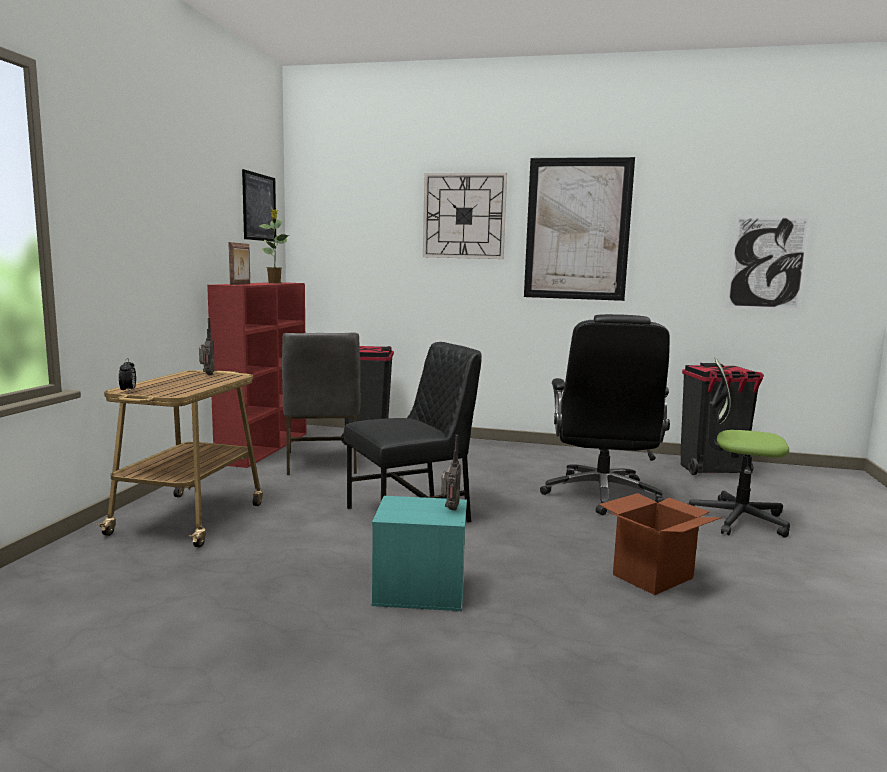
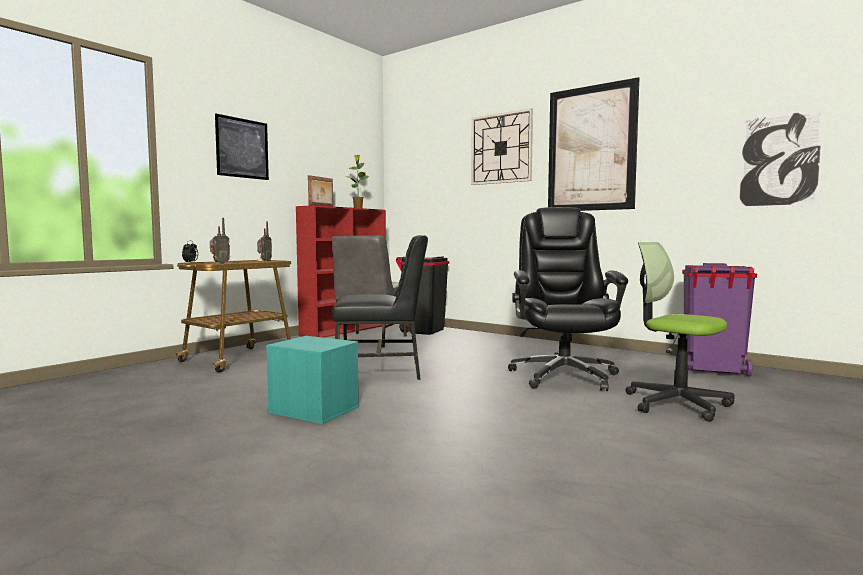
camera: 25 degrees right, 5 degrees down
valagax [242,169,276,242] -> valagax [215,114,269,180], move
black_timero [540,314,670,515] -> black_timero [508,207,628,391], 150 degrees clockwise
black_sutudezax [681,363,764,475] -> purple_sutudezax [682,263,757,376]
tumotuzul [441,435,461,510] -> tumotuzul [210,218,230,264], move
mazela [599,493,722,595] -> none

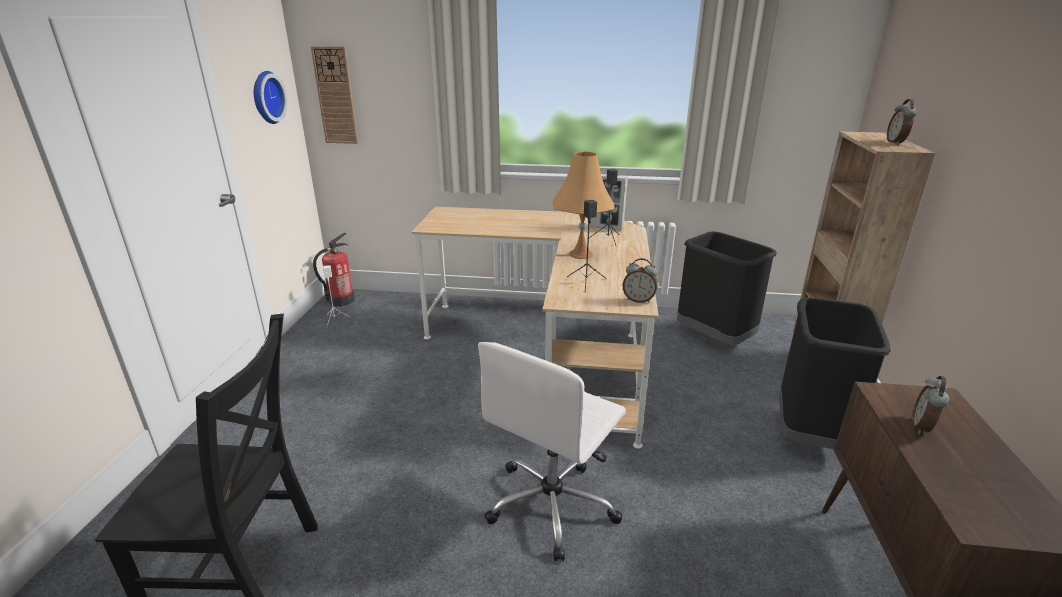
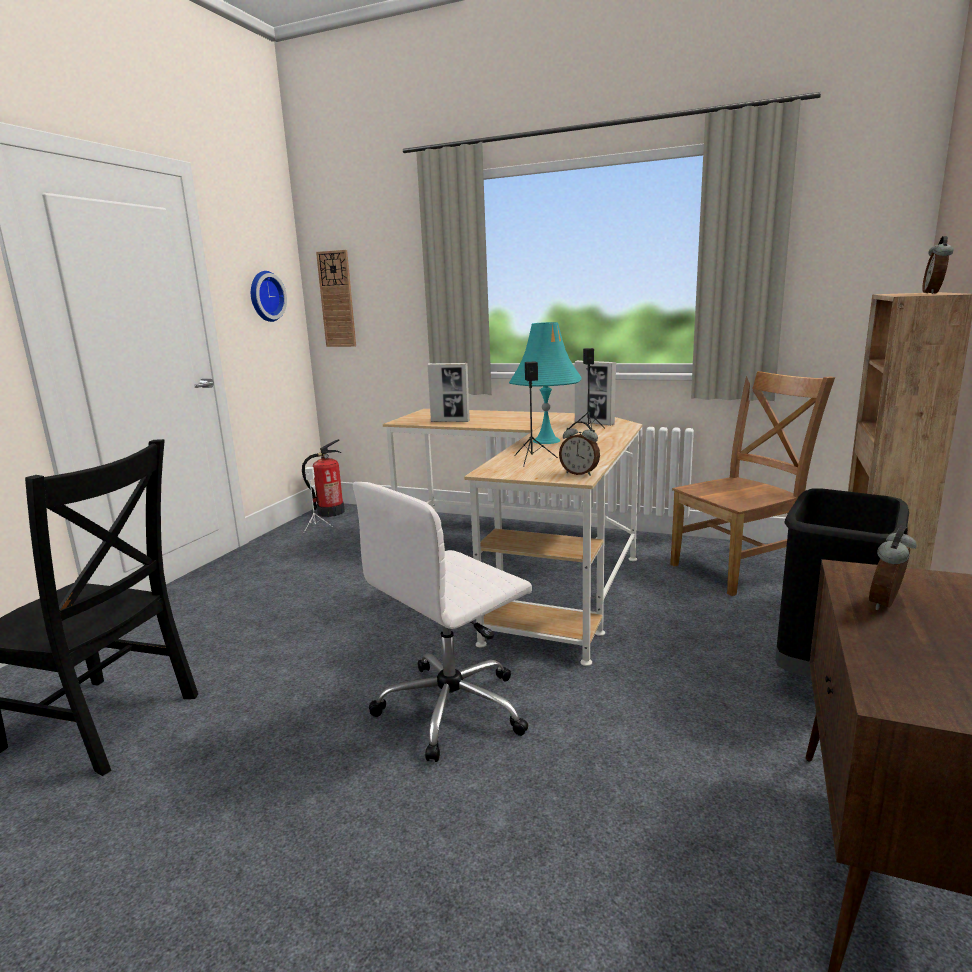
camera: 15 degrees right, 10 degrees down
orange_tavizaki [553,152,615,259] -> turquoise_tavizaki [509,322,582,444]
black_sutudezax [677,231,777,345] -> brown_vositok [670,371,835,596]
none -> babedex [427,363,470,422]

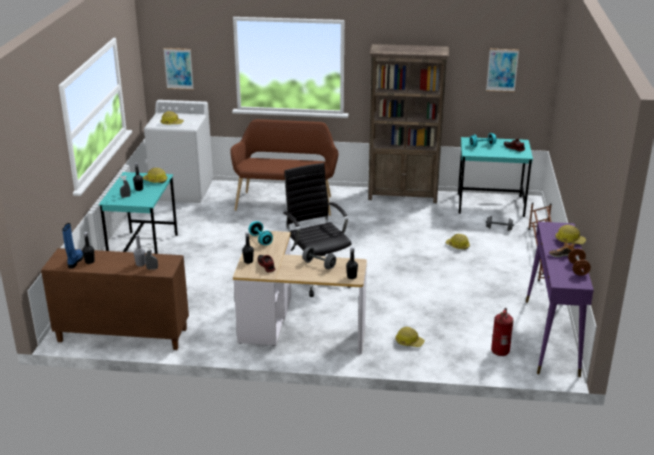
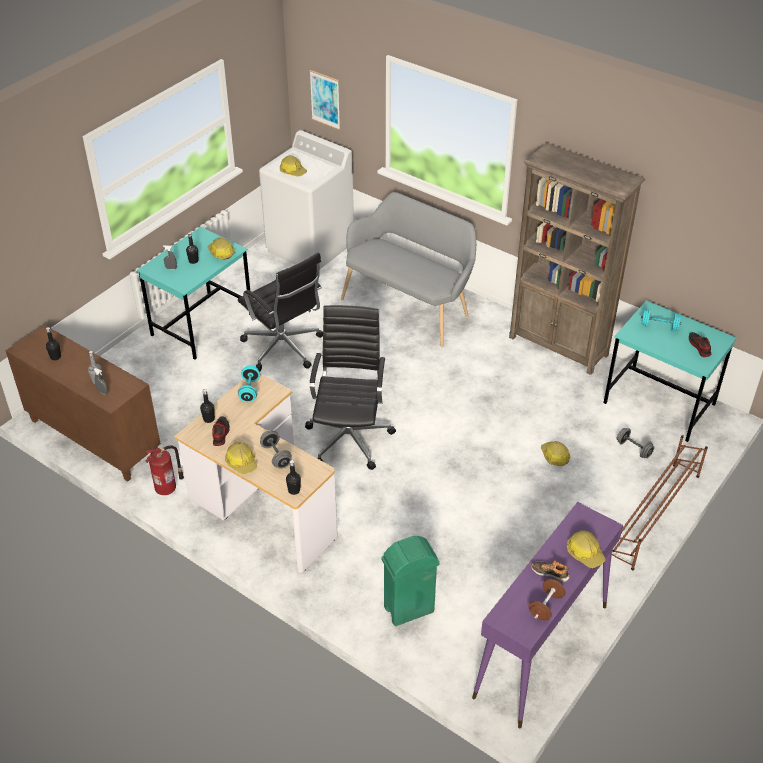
camera: 30 degrees right, 15 degrees up
valagax [486,49,519,92] -> none
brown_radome [230,119,339,216] -> grey_radome [341,192,476,347]
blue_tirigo [62,223,83,269] -> none
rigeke [491,308,513,356] -> rigeke [146,446,184,495], move
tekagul [395,327,425,347] -> tekagul [225,442,257,474], move
none -> black_timero [238,252,323,371]
none -> green_sutudezax [382,536,440,626]

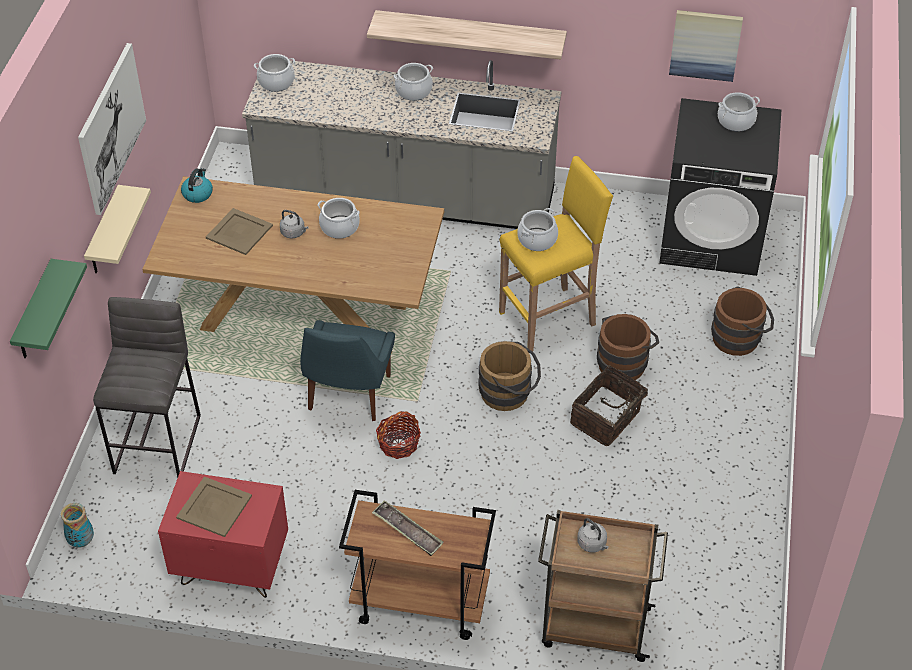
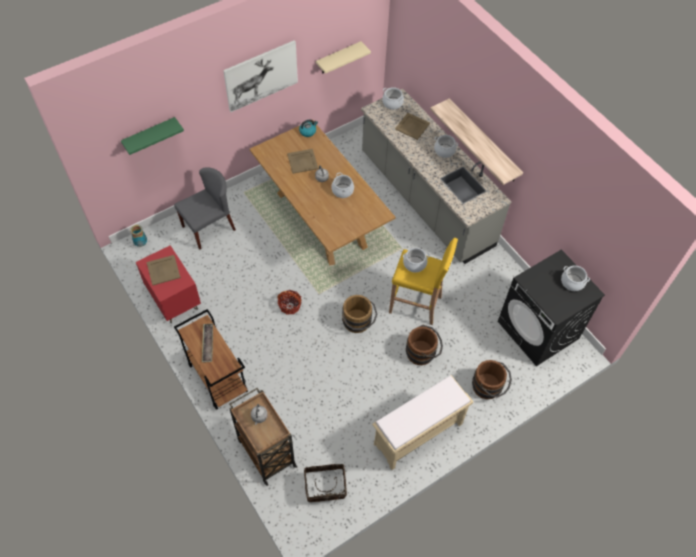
camera: 45 degrees right, 10 degrees up
valagax [669,10,743,82] -> none
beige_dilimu [84,185,151,273] -> beige_dilimu [316,41,371,74], move
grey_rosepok [93,297,201,478] -> grey_vositok [174,167,236,250]
blue_vositok [300,320,395,421] -> none
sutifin [570,366,656,446] -> sutifin [304,464,347,504], move
none -> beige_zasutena [395,113,430,140]
none -> beige_radome [372,375,473,470]

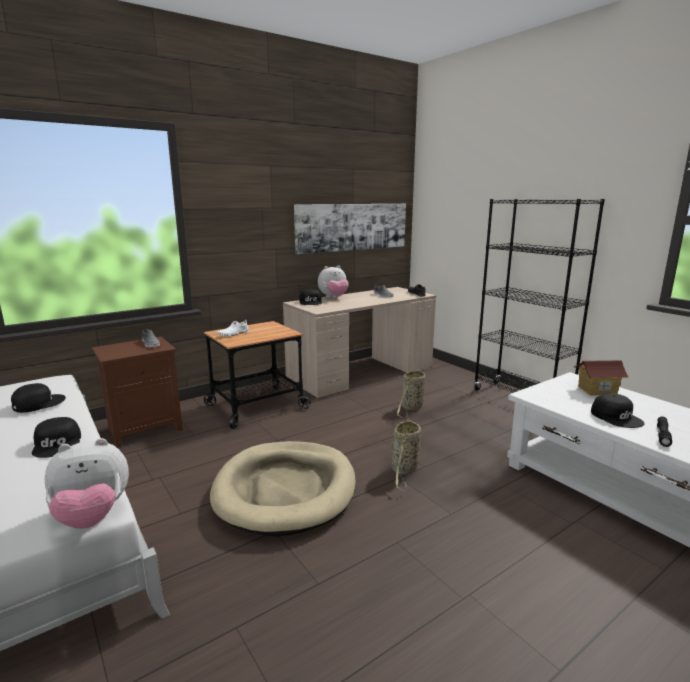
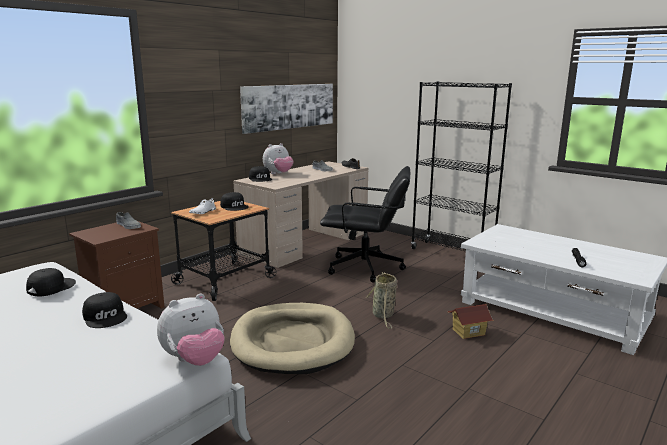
camera: 15 degrees left, 0 degrees up
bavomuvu [573,360,629,395] -> bavomuvu [447,304,493,339], move
sutifin [397,369,426,418] -> black_timero [320,166,410,283]
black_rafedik [591,393,645,428] -> black_rafedik [220,192,249,211], move

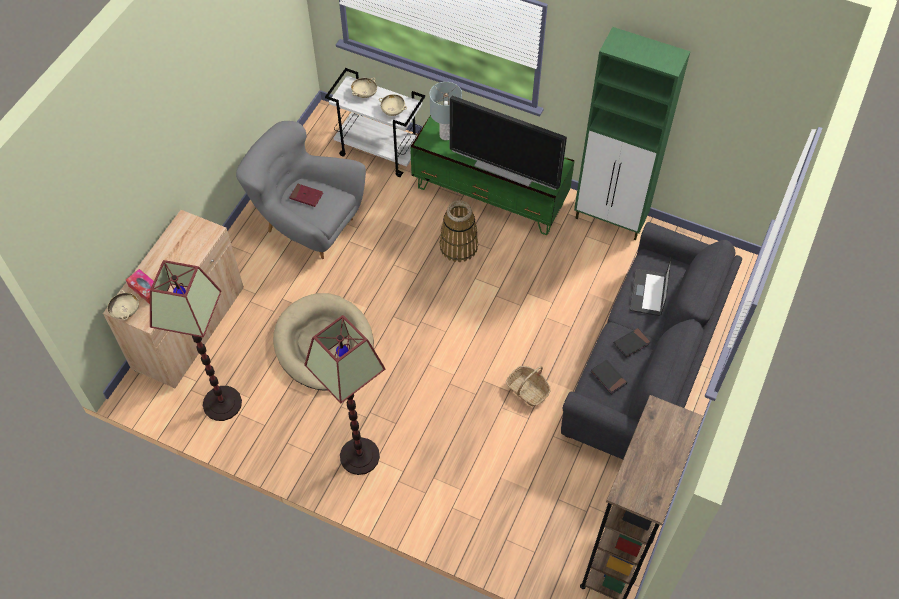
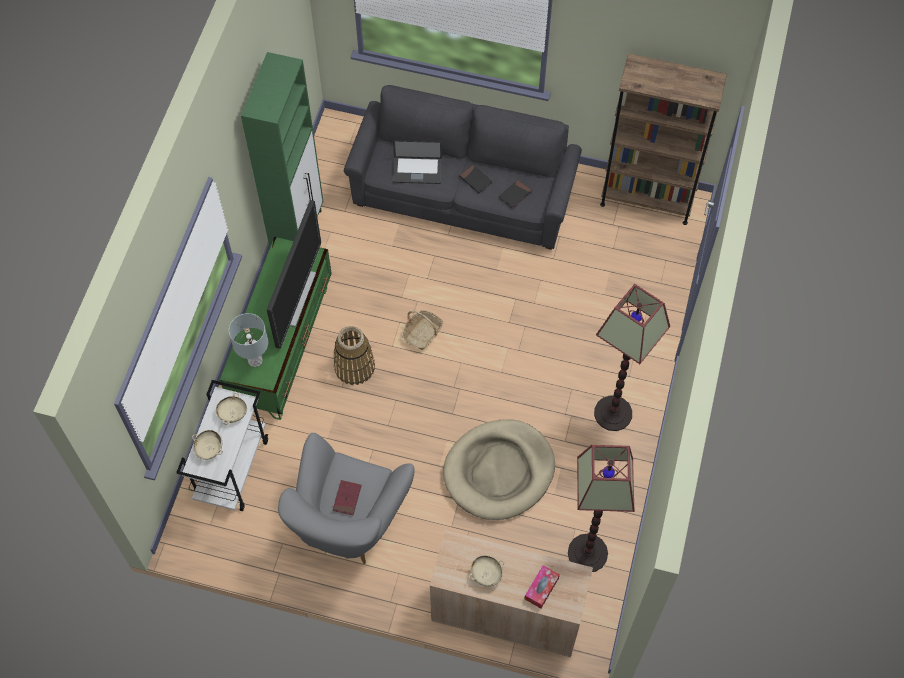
camera: 100 degrees left, 5 degrees up
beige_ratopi [107,290,139,320] -> beige_ratopi [469,555,504,587], move
sutifin [506,366,551,406] -> sutifin [402,310,443,350], move

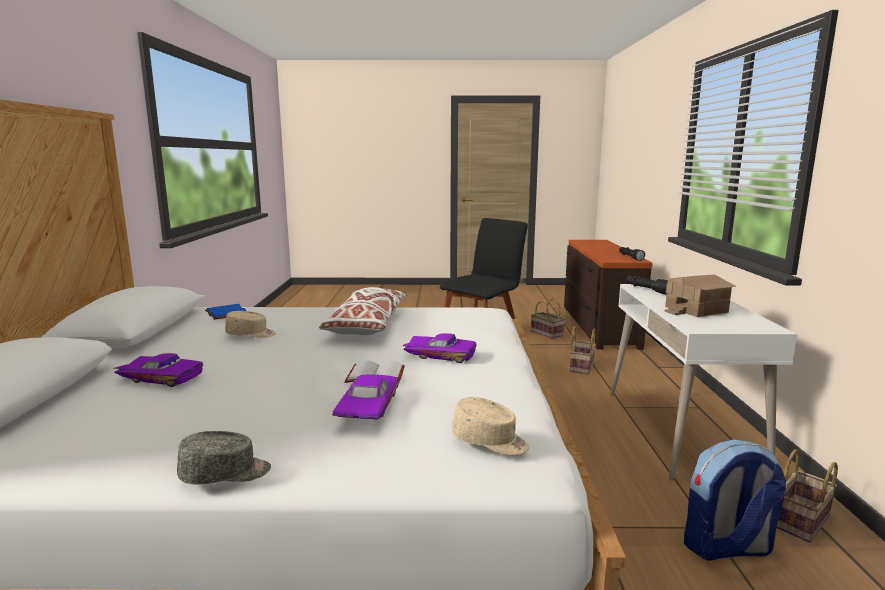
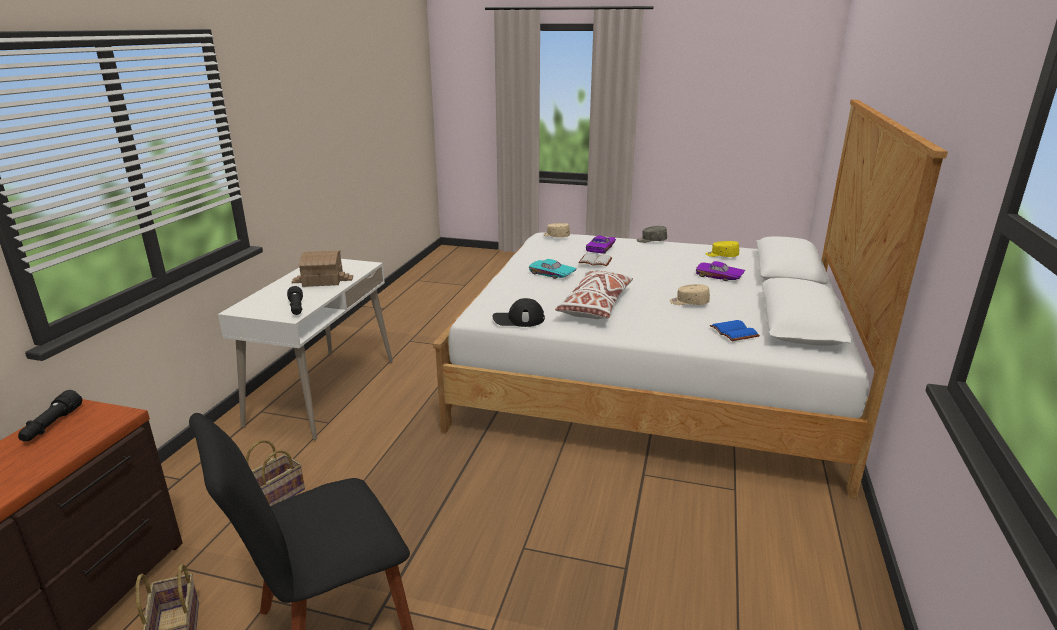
camera: 165 degrees left, 10 degrees up
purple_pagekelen [402,333,476,363] -> turquoise_pagekelen [529,259,577,279]
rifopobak [684,439,786,561] -> none
sutifin [777,449,838,543] -> none
none -> yellow_rafedik [706,241,739,257]
none -> black_rafedik [492,298,545,327]

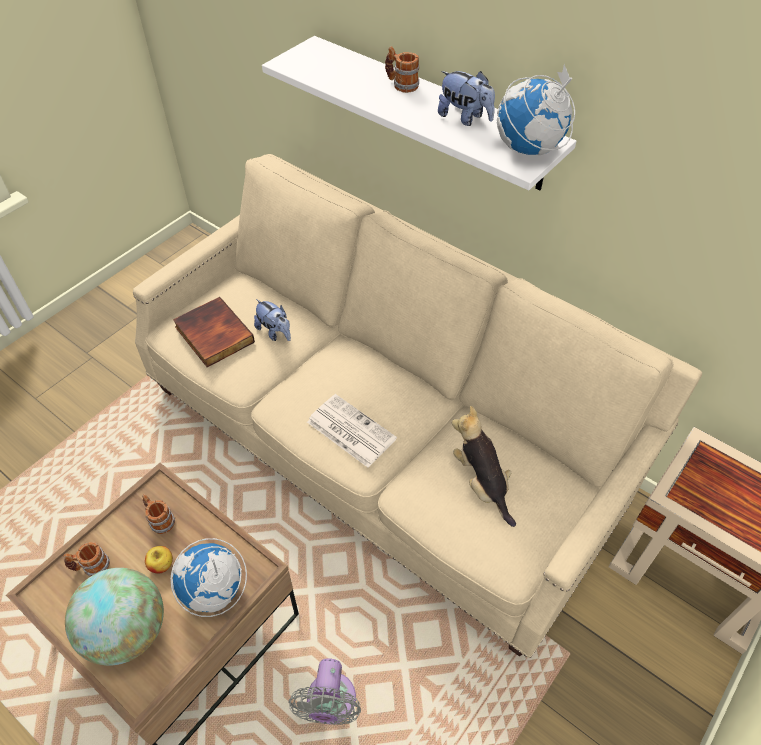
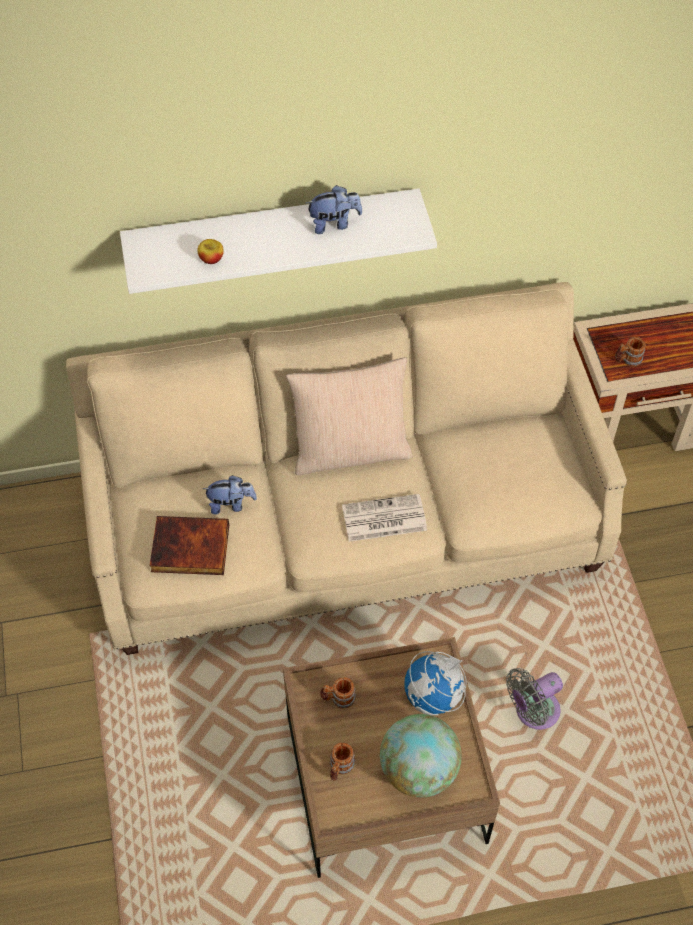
camera: 50 degrees left, 5 degrees up
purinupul [385,46,419,93] -> purinupul [615,337,646,367], move
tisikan [497,64,575,155] -> none
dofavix [452,406,516,527] -> none
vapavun [145,546,173,574] -> vapavun [197,239,224,264], move
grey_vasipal [288,658,361,725] -> grey_vasipal [506,668,563,730], 105 degrees clockwise
none -> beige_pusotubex [286,357,413,475]

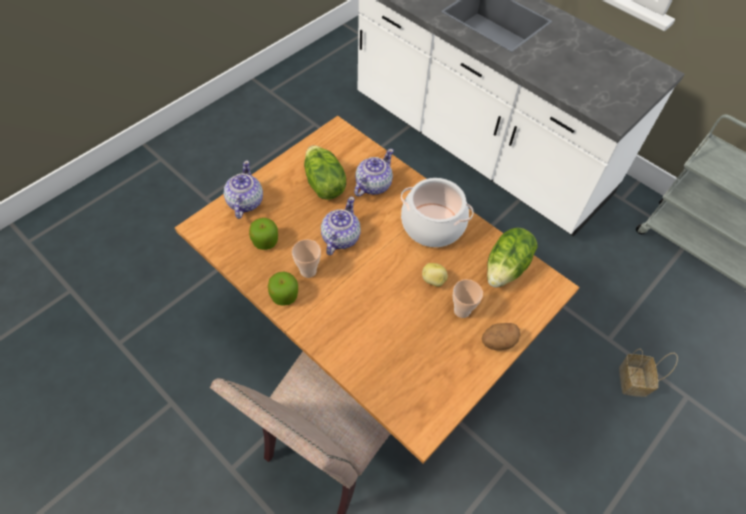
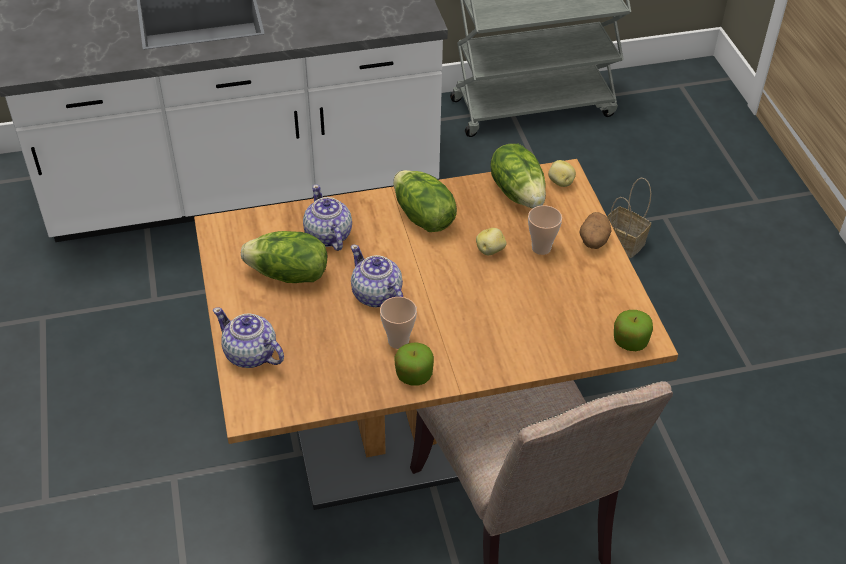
camera: 55 degrees left, 10 degrees down
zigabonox [401,178,474,247] -> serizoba [393,170,457,232]
vapavun [249,218,278,250] -> vapavun [614,310,653,351], move
none -> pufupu [548,160,576,187]

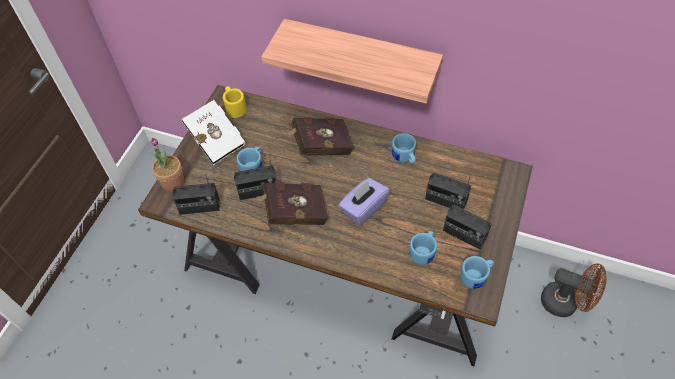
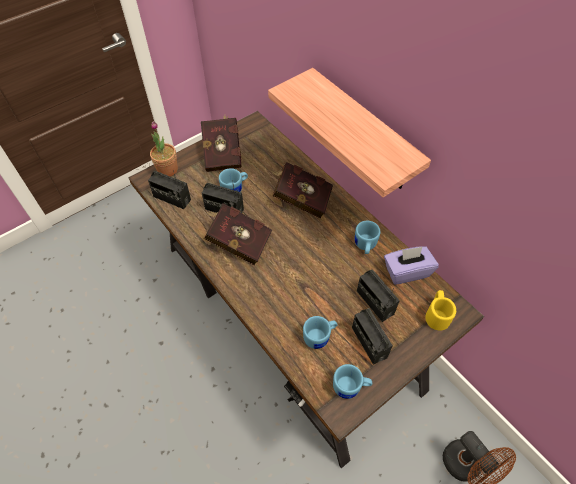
camera: 30 degrees right, 0 degrees up
yellow_purinupul [223,86,247,118] -> yellow_purinupul [425,290,456,331], move
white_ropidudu [182,100,246,165] -> red_ropidudu [201,116,242,172]
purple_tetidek [338,178,390,226] -> purple_tetidek [384,246,439,285], move

